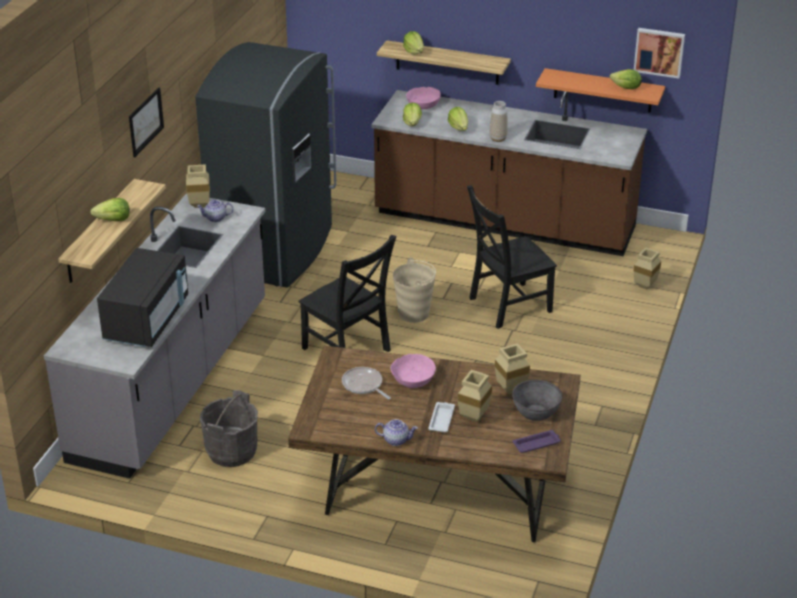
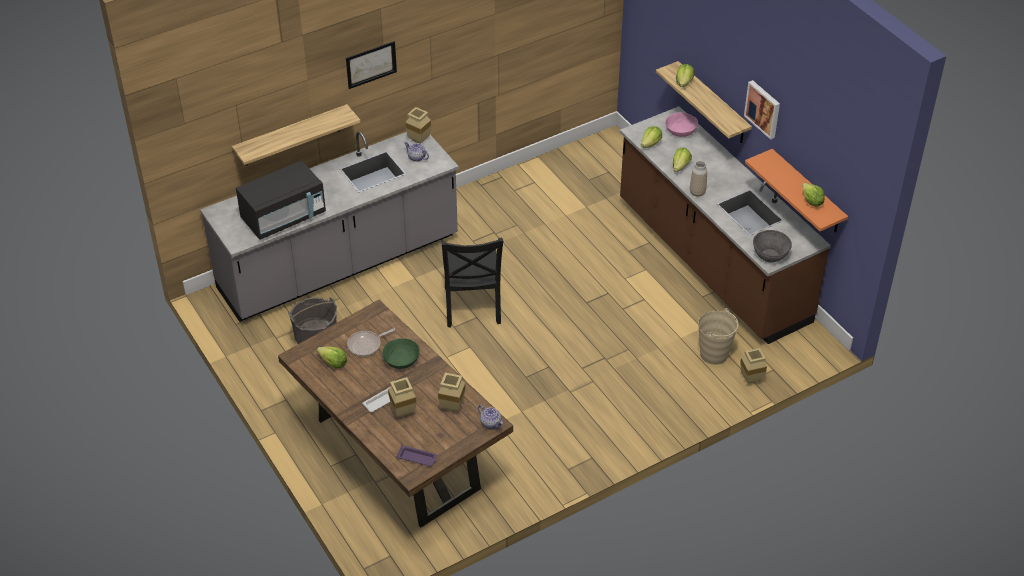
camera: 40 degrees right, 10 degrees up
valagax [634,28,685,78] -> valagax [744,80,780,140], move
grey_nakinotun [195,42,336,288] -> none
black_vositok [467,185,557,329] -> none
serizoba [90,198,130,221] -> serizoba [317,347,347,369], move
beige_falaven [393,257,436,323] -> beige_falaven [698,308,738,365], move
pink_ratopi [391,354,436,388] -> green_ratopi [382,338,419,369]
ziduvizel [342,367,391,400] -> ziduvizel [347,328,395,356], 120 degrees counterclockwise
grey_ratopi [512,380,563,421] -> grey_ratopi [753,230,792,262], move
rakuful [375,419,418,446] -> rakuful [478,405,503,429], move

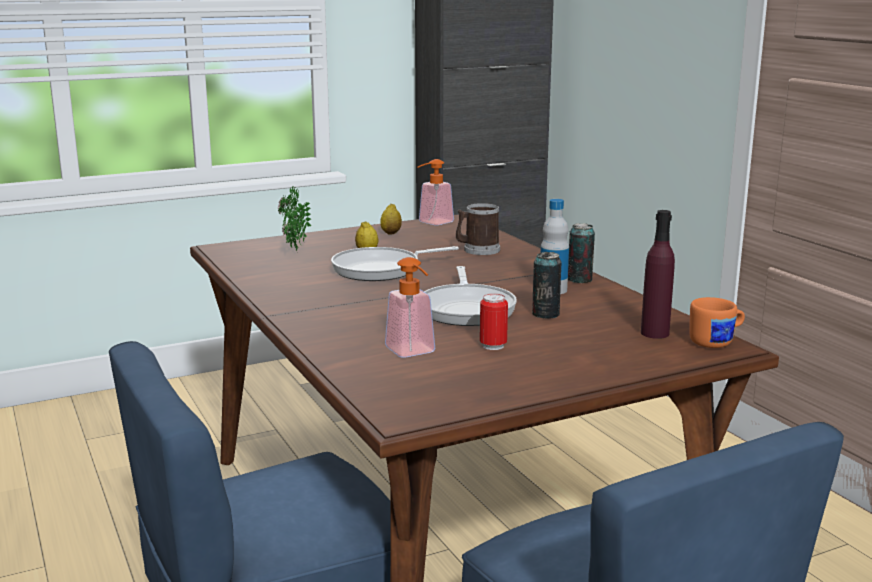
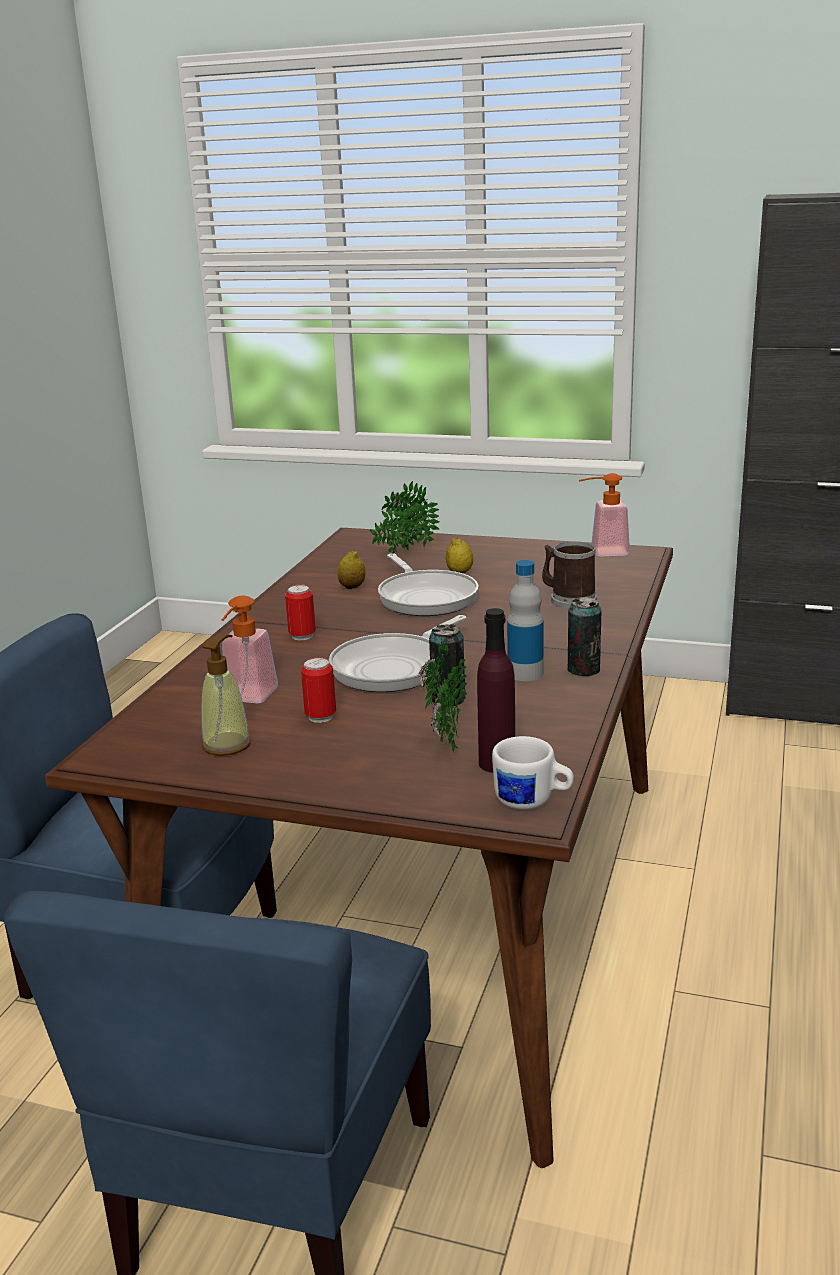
camera: 45 degrees right, 5 degrees up
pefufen [380,203,402,235] -> pefufen [338,550,366,589], move
ziduvizel [331,246,459,281] -> ziduvizel [378,553,479,616], 135 degrees counterclockwise
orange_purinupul [689,297,745,348] -> white_purinupul [492,736,574,809]
none -> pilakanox [285,584,316,640]
none -> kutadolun [201,634,251,756]
none -> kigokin [418,639,468,752]

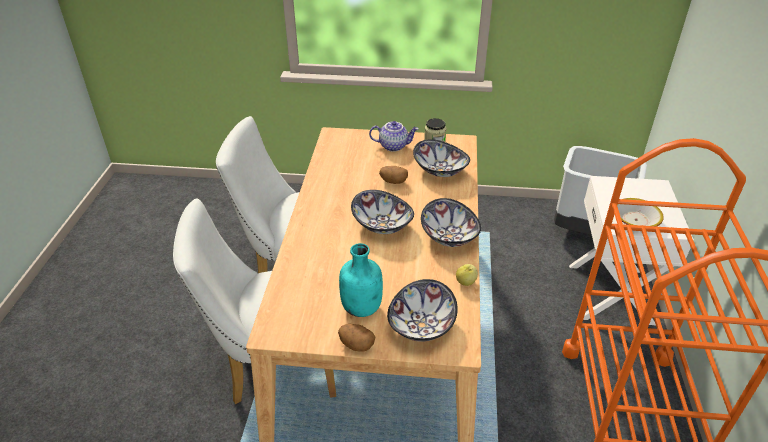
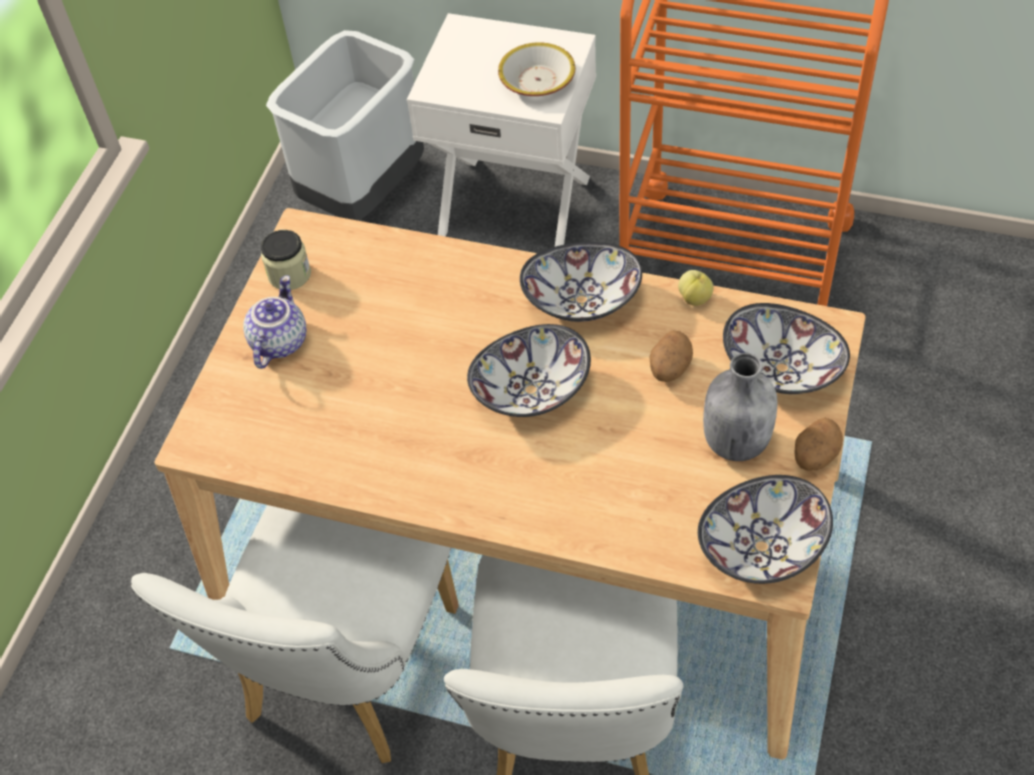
camera: 75 degrees left, 15 degrees up
ratopi [413,139,470,177] -> ratopi [698,475,833,584], move
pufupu [379,166,408,184] -> pufupu [649,331,693,382], move
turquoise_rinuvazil [339,243,383,317] -> grey_rinuvazil [703,353,778,461]

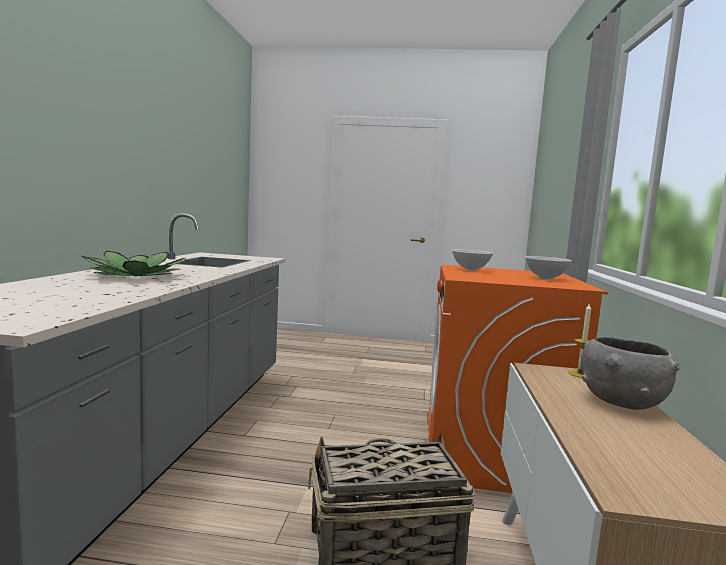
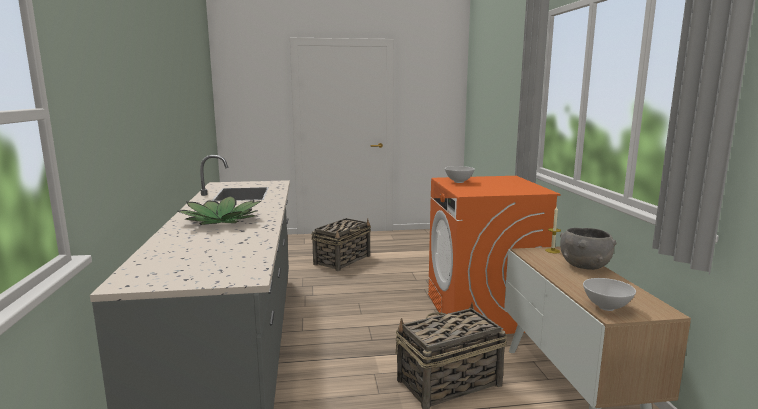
camera: 15 degrees left, 5 degrees up
white_ratopi [525,256,572,280] -> white_ratopi [583,278,636,311], move
none -> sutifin [311,218,371,271]

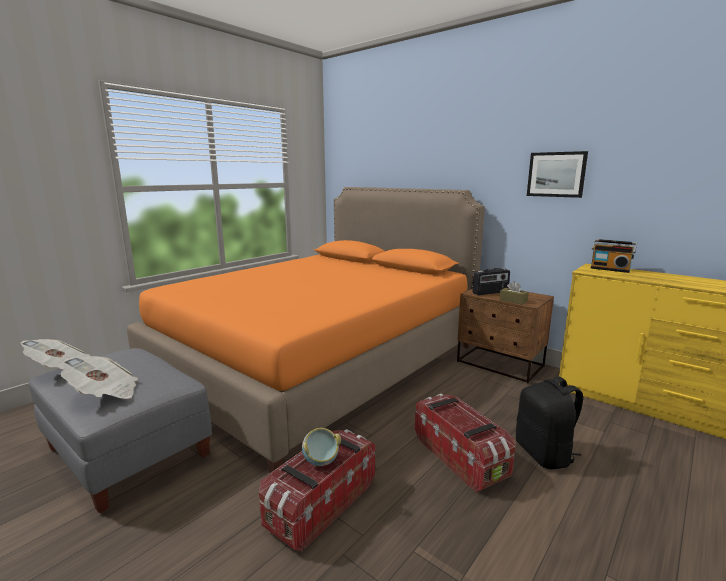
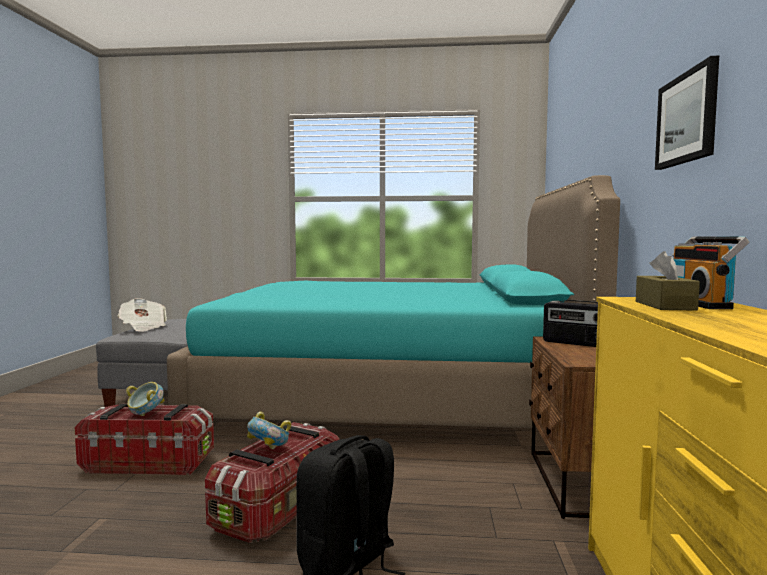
camera: 55 degrees right, 10 degrees down
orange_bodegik [127,187,485,473] -> turquoise_bodegik [167,175,620,428]
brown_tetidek [499,281,529,305] -> brown_tetidek [636,251,700,311], move
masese [21,339,90,369] -> none
none -> ratopi [247,412,291,449]

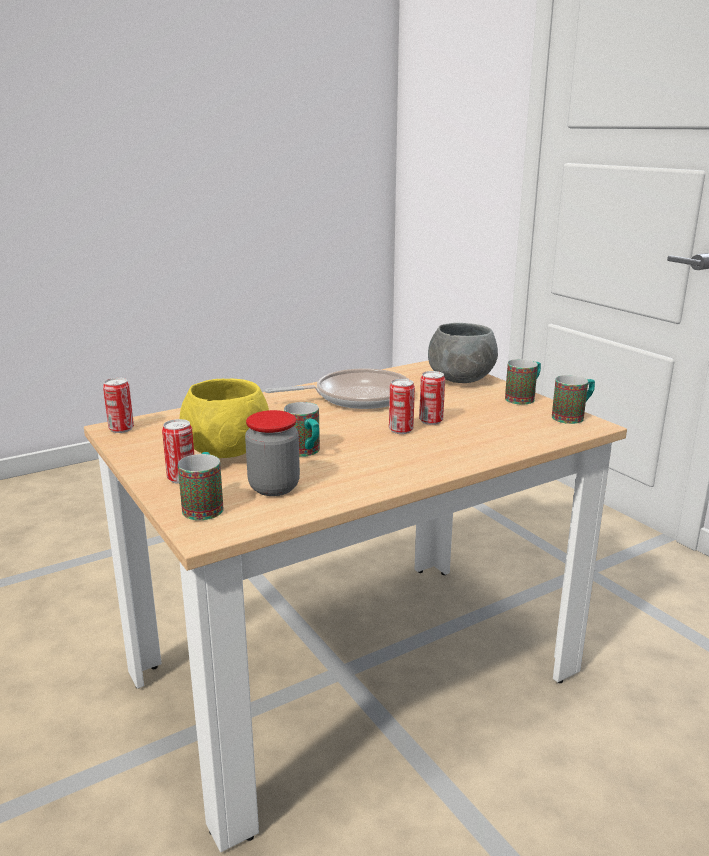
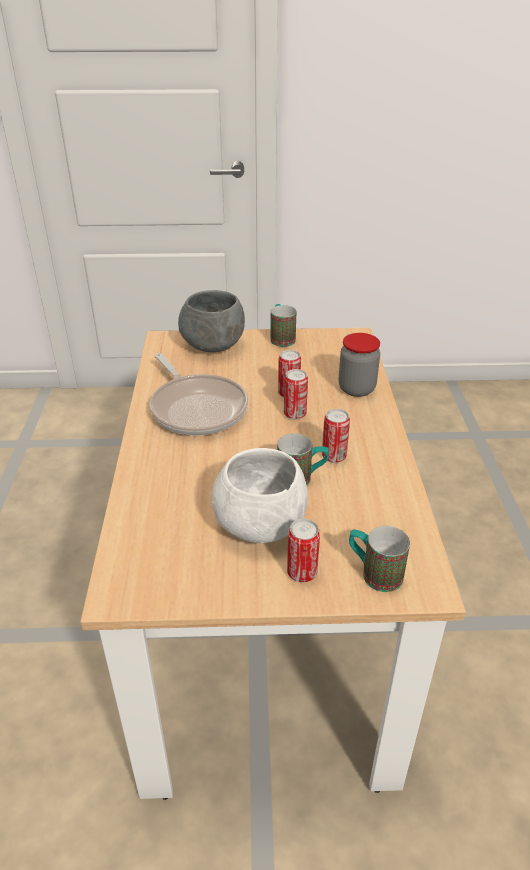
camera: 60 degrees left, 15 degrees up
ziduvizel [265,368,408,409] -> ziduvizel [150,353,248,435], 135 degrees clockwise
purinupul [552,375,595,424] -> none
pilakanox [103,378,134,433] -> pilakanox [322,409,350,463], move
yellow_ratopi [180,379,269,458] -> white_ratopi [212,448,308,543]
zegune [245,410,300,496] -> zegune [339,333,380,397], move

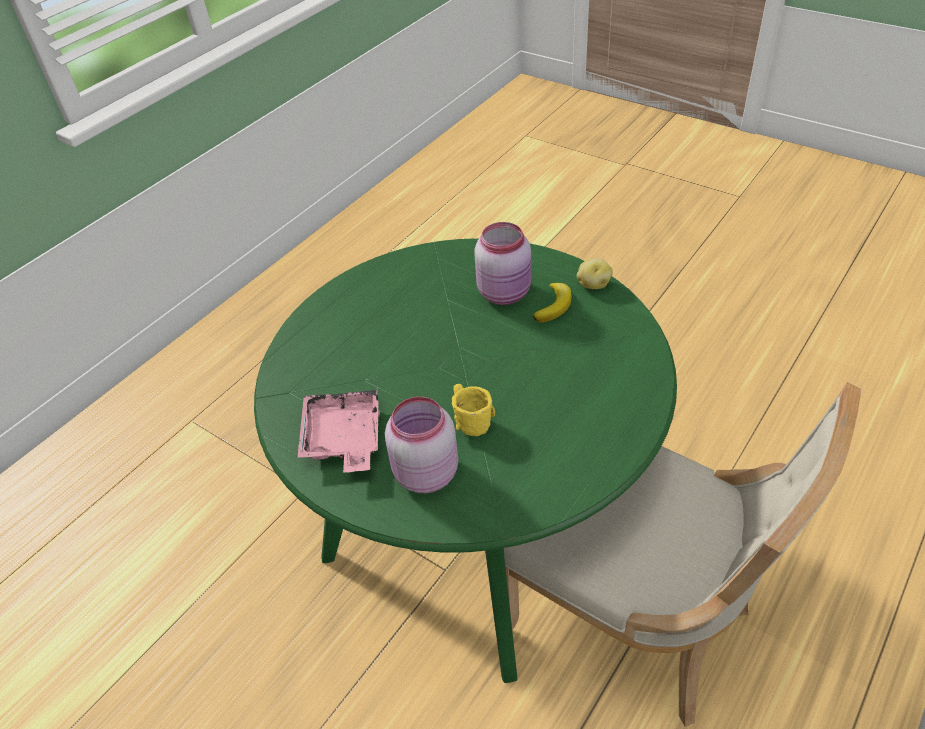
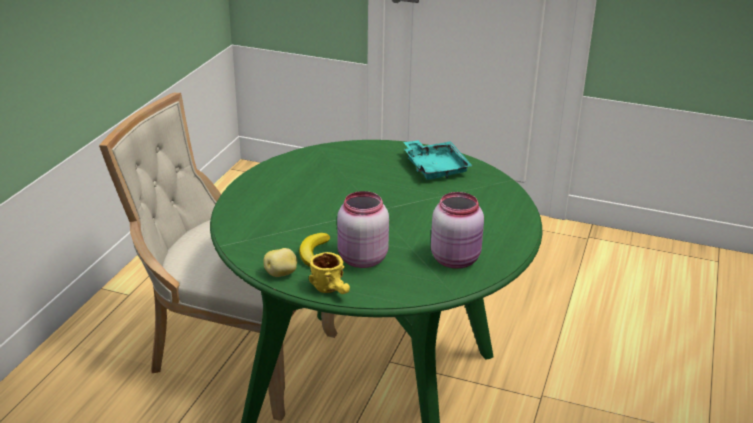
camera: 160 degrees right, 15 degrees down
yellow_purinupul [452,384,495,436] -> yellow_purinupul [309,252,350,294], move
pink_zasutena [297,390,380,473] -> turquoise_zasutena [403,140,472,180]
pink_zegune [385,397,458,493] -> pink_zegune [431,192,484,269], move

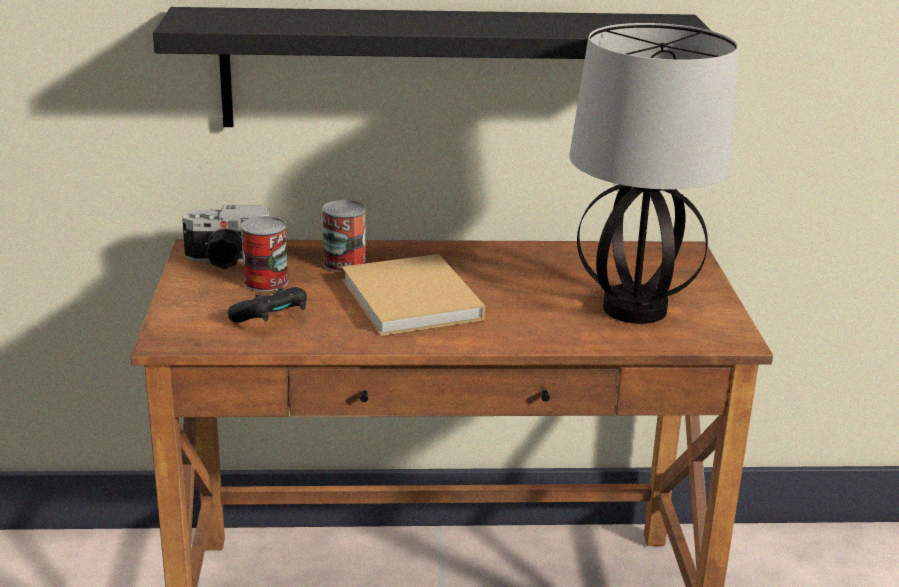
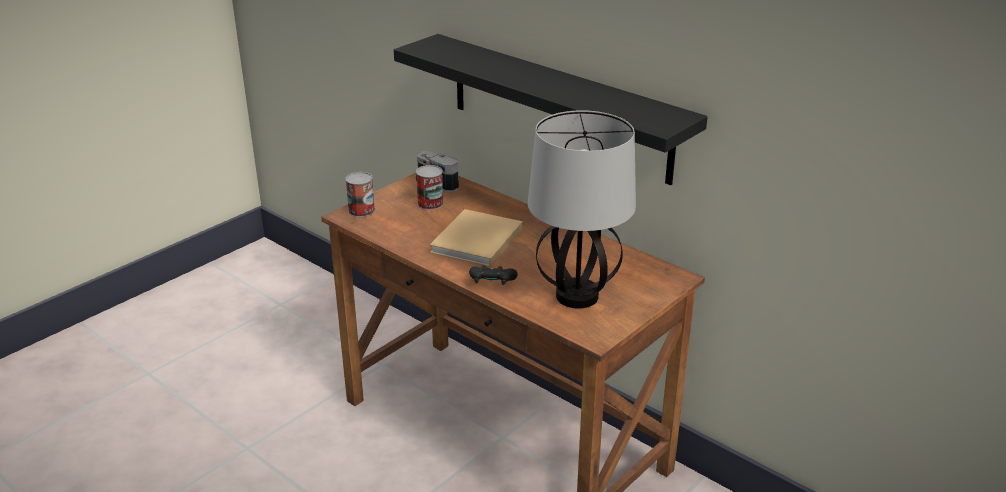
camera: 45 degrees right, 5 degrees up
pilakanox [322,200,366,272] -> pilakanox [345,172,375,217], move
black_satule [228,287,307,323] -> black_satule [469,265,517,285], move

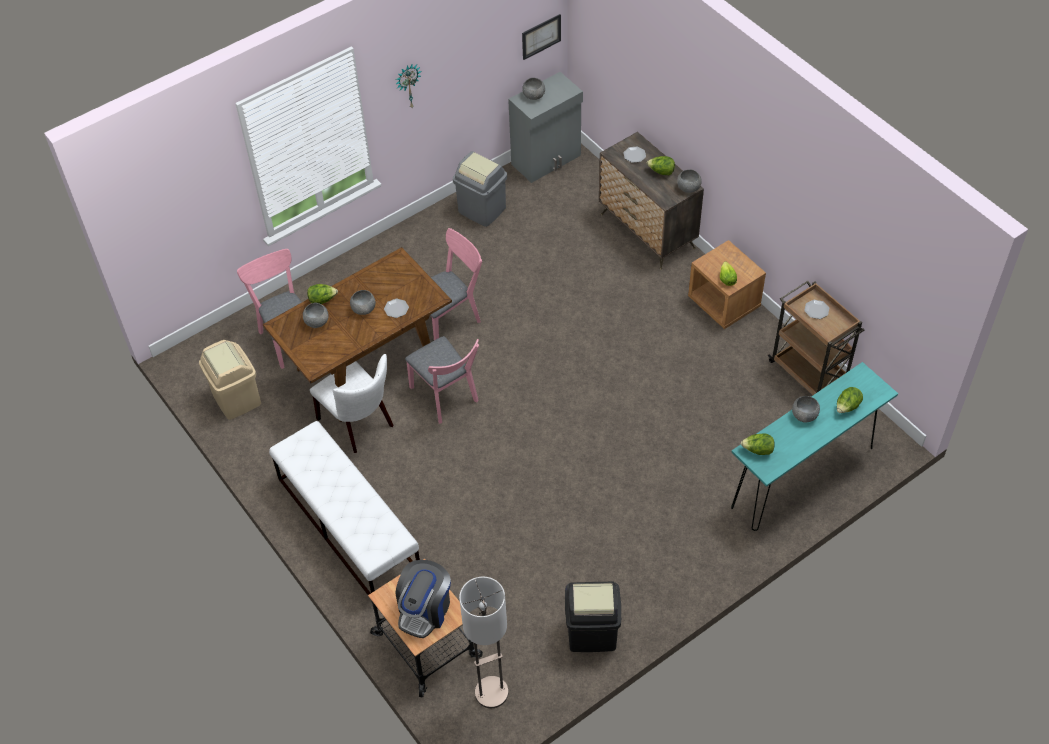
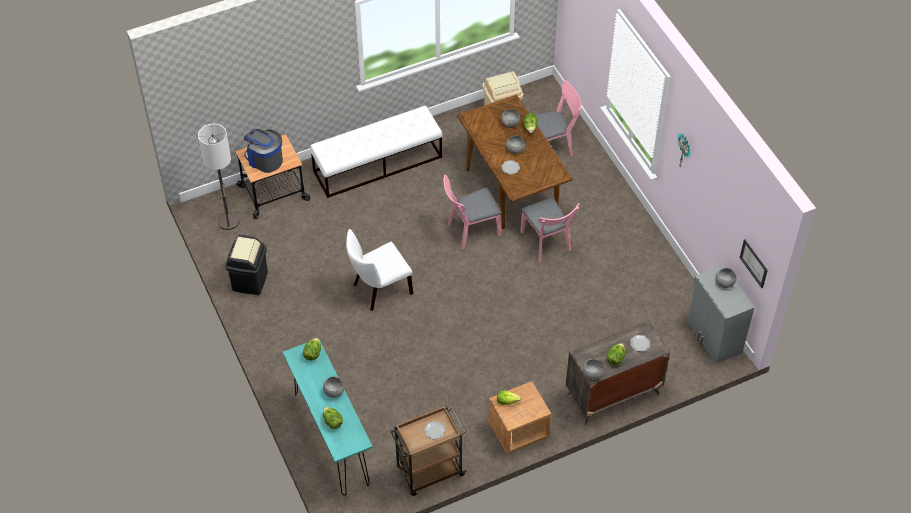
camera: 100 degrees right, 0 degrees up
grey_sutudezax [453,151,507,227] -> none
white_vositok [310,354,393,453] -> white_vositok [346,229,413,311], move

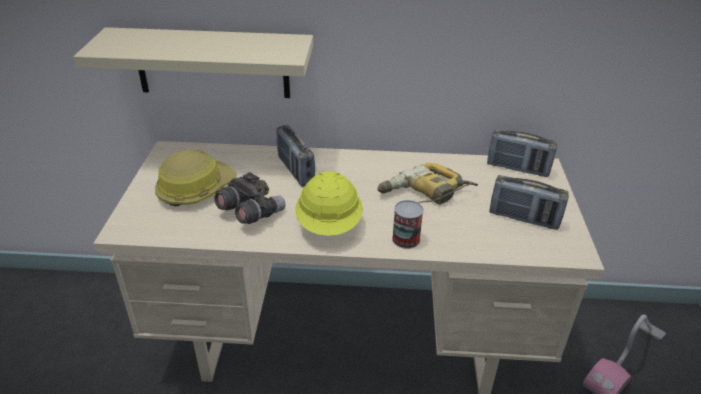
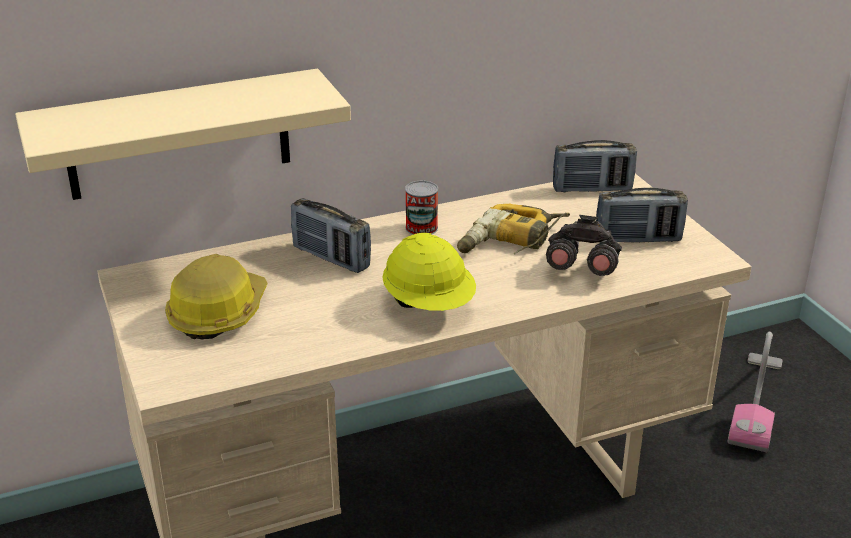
camera: 25 degrees left, 5 degrees down
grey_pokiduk [214,172,286,224] -> grey_pokiduk [546,215,622,276], move
pilakanox [392,200,424,249] -> pilakanox [405,181,438,235], move

